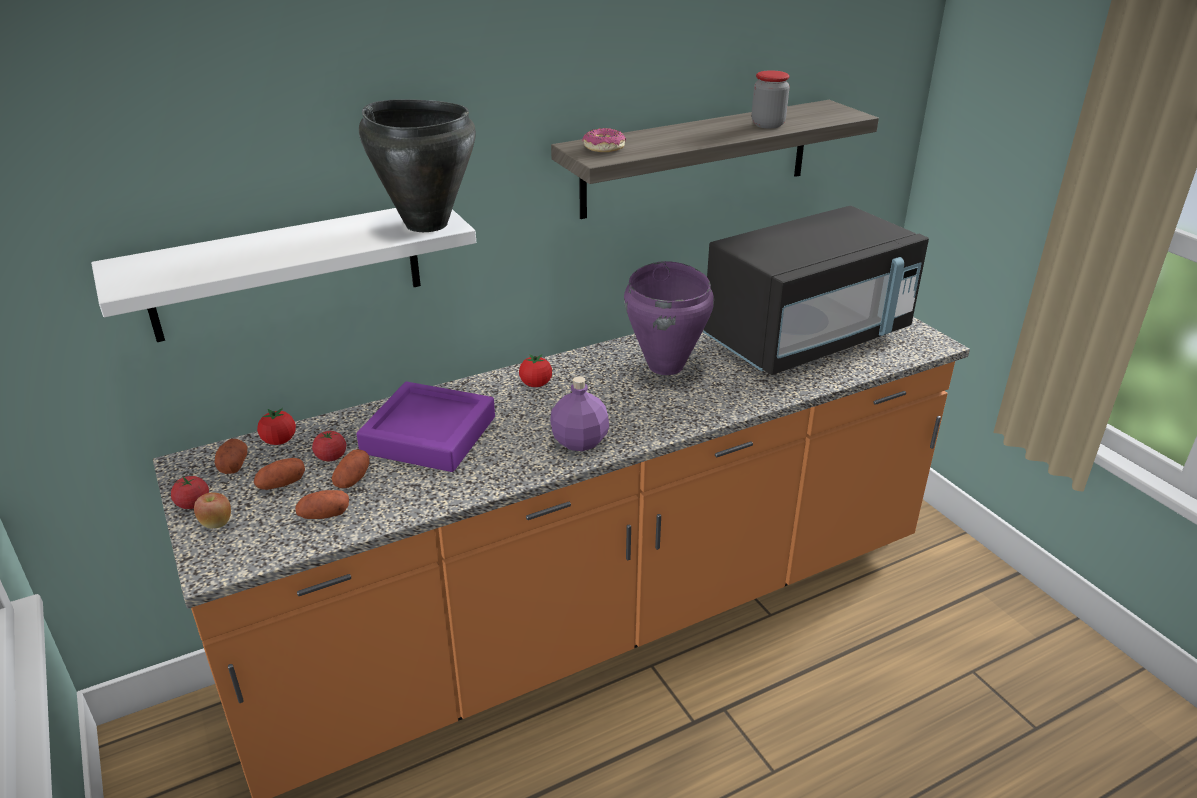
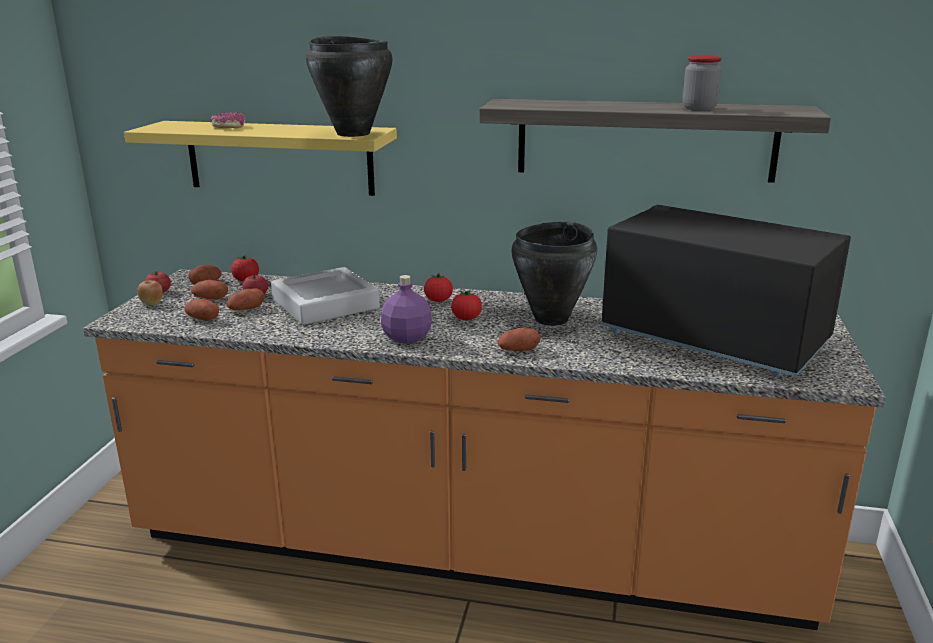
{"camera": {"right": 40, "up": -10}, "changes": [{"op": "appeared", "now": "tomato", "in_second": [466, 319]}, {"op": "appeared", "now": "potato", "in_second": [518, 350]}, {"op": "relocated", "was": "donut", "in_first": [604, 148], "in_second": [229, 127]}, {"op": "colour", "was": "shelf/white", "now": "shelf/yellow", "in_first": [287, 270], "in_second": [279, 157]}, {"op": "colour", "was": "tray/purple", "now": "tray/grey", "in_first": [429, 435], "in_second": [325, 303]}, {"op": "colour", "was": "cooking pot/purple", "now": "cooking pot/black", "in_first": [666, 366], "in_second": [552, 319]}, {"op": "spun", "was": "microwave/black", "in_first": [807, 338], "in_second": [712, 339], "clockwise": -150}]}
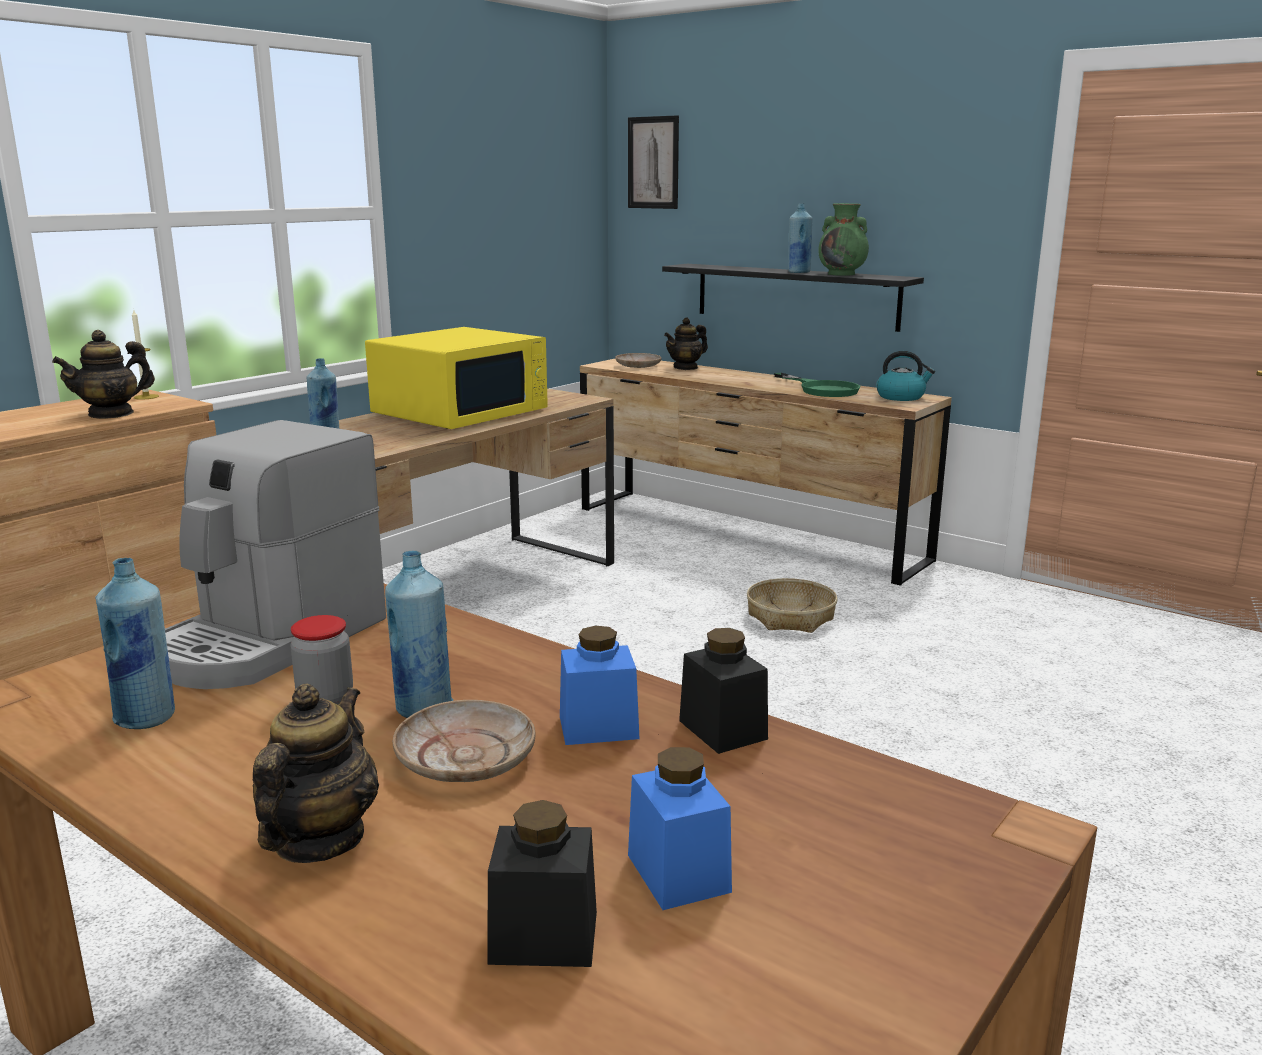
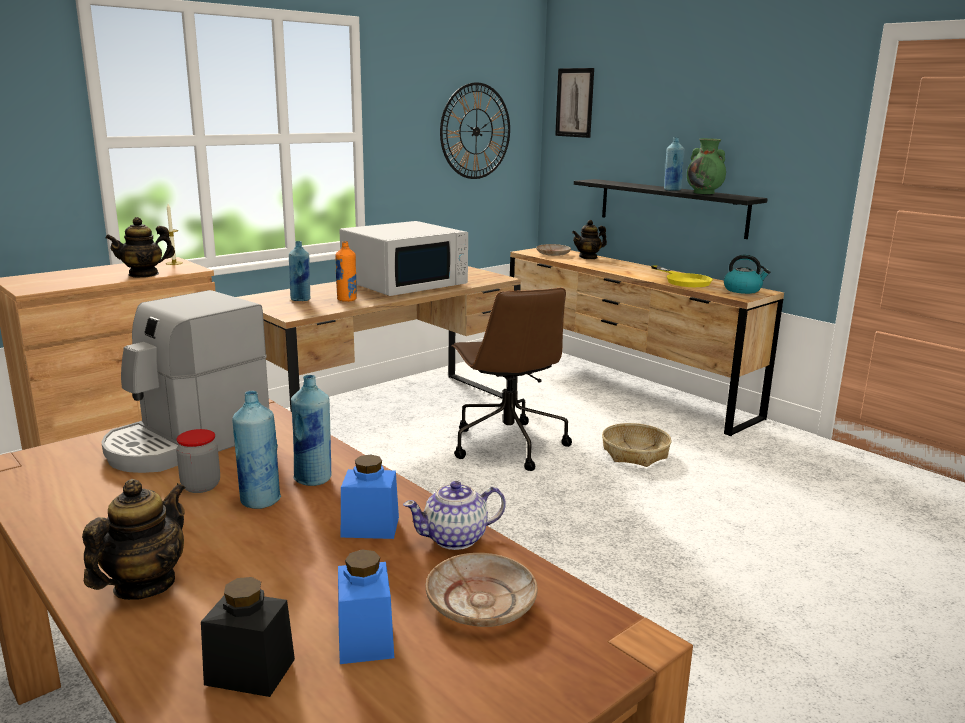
{"camera": {"right": 10, "up": 0}, "changes": [{"op": "appeared", "now": "bottle/orange", "in_second": [347, 299]}, {"op": "appeared", "now": "wall clock", "in_second": [476, 131]}, {"op": "appeared", "now": "office chair/brown", "in_second": [507, 444]}, {"op": "relocated", "was": "bottle/blue", "in_first": [146, 718], "in_second": [313, 479]}, {"op": "relocated", "was": "plate/beige", "in_first": [466, 758], "in_second": [481, 603]}, {"op": "exchanged", "was": "jar/black", "now": "teapot", "in_first": [722, 730], "in_second": [456, 538]}, {"op": "colour", "was": "microwave/yellow", "now": "microwave/white", "in_first": [461, 412], "in_second": [405, 283]}, {"op": "colour", "was": "frying pan/green", "now": "frying pan/yellow", "in_first": [822, 389], "in_second": [683, 280]}]}
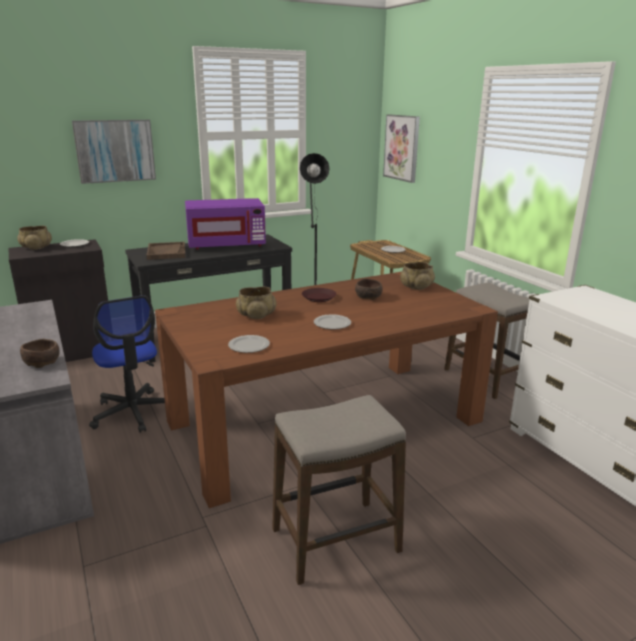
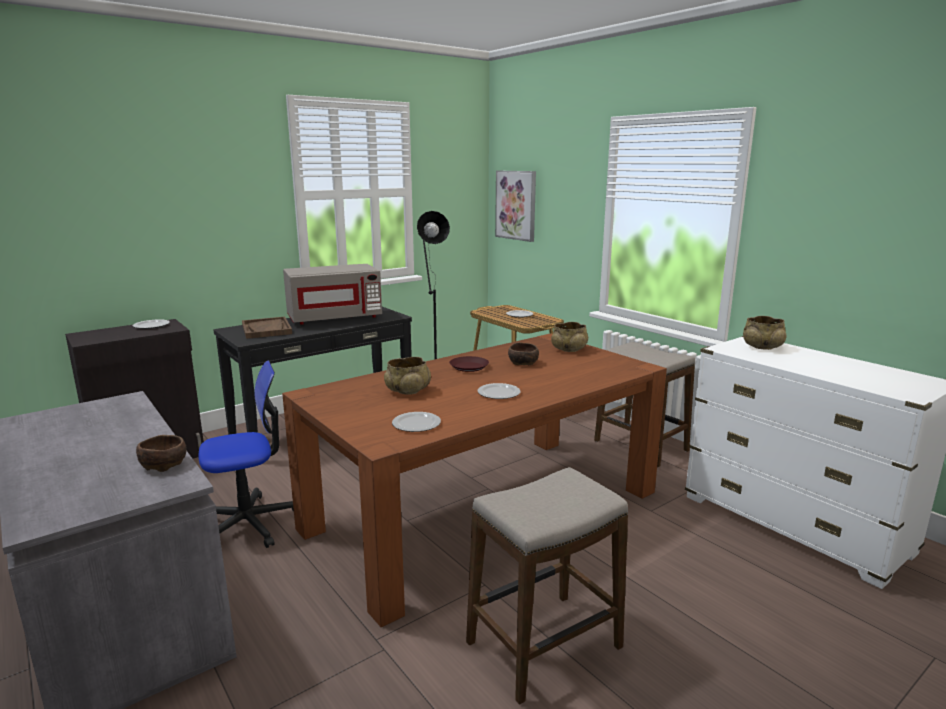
{"camera": {"right": -10, "up": -5}, "changes": [{"op": "missing", "was": "picture", "in_first": [115, 151]}, {"op": "relocated", "was": "bowl/beige", "in_first": [36, 248], "in_second": [761, 347]}, {"op": "colour", "was": "microwave/purple", "now": "microwave/grey", "in_first": [226, 245], "in_second": [335, 318]}, {"op": "spun", "was": "office chair", "in_first": [133, 412], "in_second": [250, 523], "clockwise": -75}]}
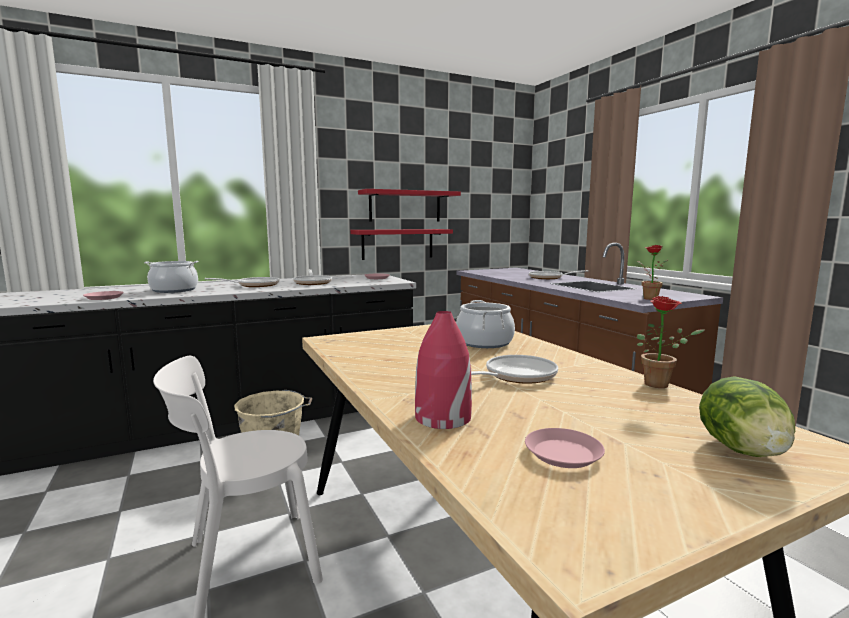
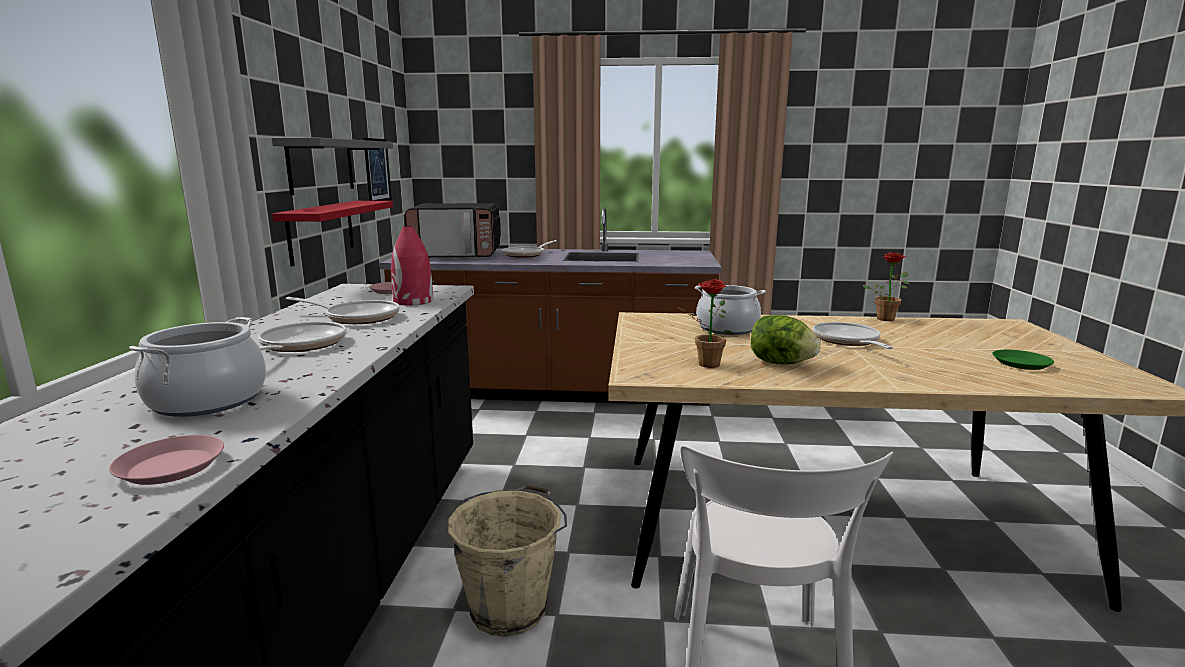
{"camera": {"right": -60, "up": 5}, "changes": [{"op": "appeared", "now": "picture", "in_second": [377, 170]}, {"op": "appeared", "now": "microwave", "in_second": [457, 254]}, {"op": "relocated", "was": "vase/red", "in_first": [442, 417], "in_second": [413, 301]}, {"op": "relocated", "was": "potted plant", "in_first": [647, 298], "in_second": [704, 364]}, {"op": "relocated", "was": "lettuce", "in_first": [742, 450], "in_second": [780, 363]}, {"op": "colour", "was": "shelf/red", "now": "shelf/grey", "in_first": [405, 206], "in_second": [321, 166]}, {"op": "colour", "was": "plate/pink", "now": "plate/green", "in_first": [563, 454], "in_second": [1021, 363]}]}
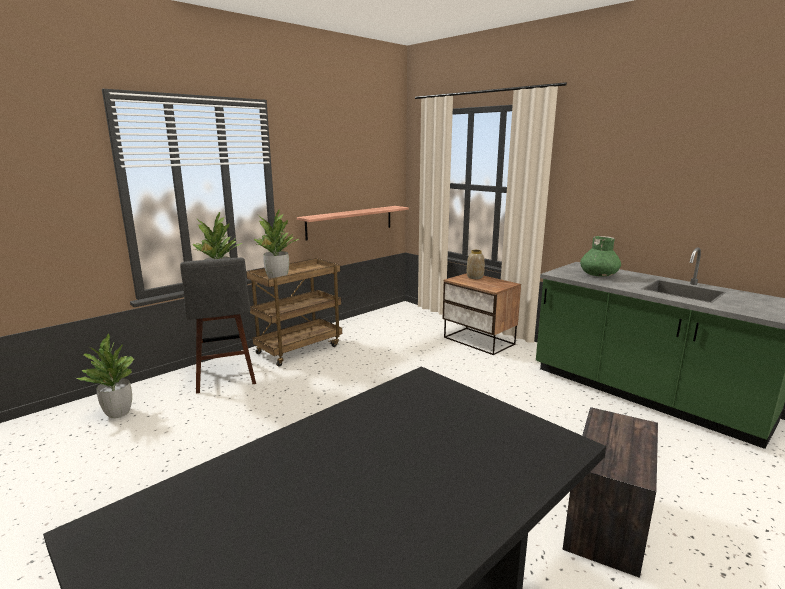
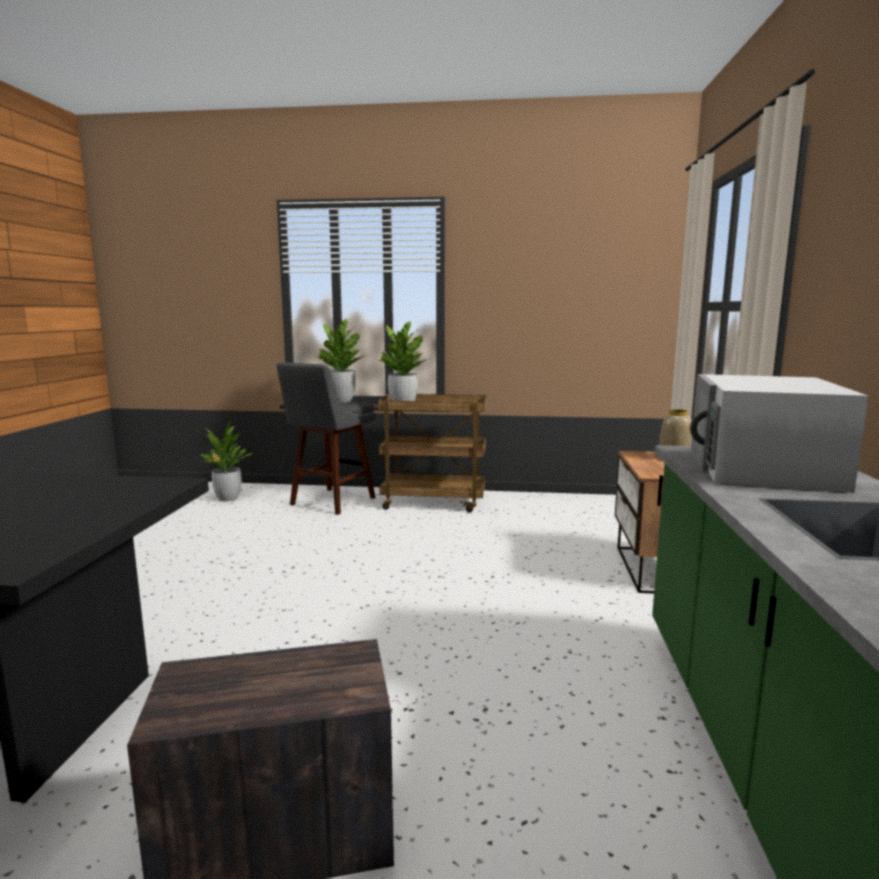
{"camera": {"right": 50, "up": -5}, "changes": [{"op": "missing", "was": "shelf", "in_first": [350, 222]}, {"op": "exchanged", "was": "vase/green", "now": "microwave/white", "in_first": [599, 275], "in_second": [762, 468]}]}
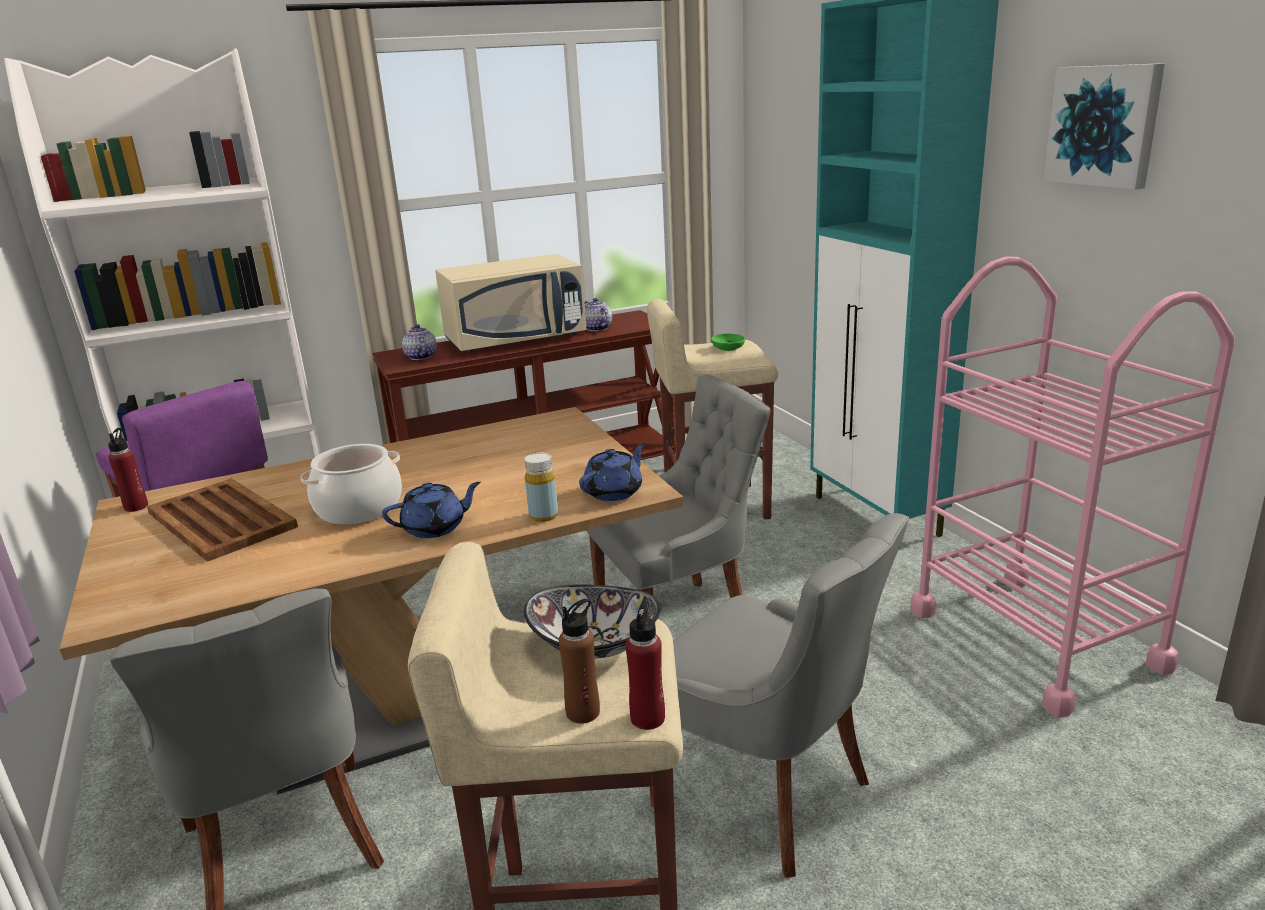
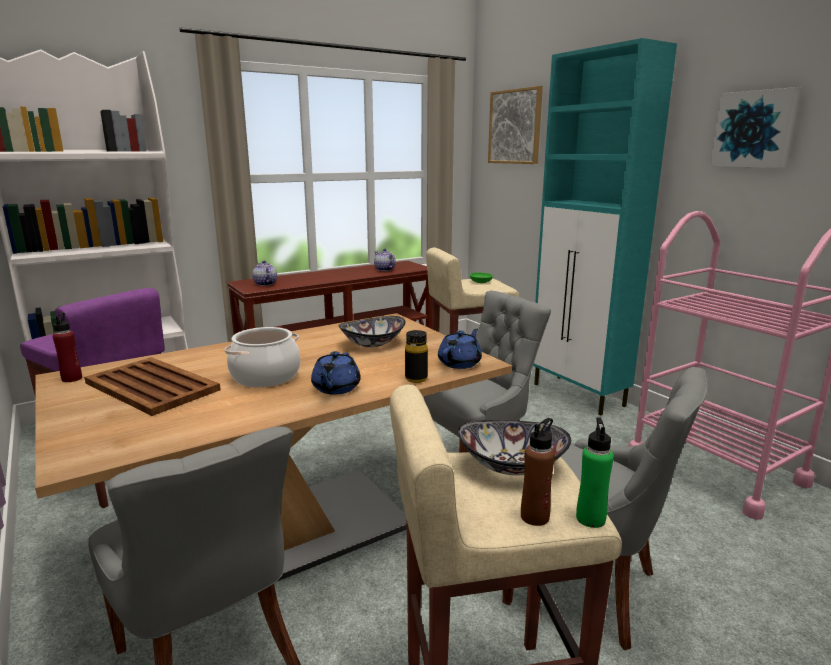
{"camera": {"right": -10, "up": -5}, "changes": [{"op": "missing", "was": "microwave/beige", "in_first": [516, 340]}, {"op": "appeared", "now": "bowl", "in_second": [372, 343]}, {"op": "appeared", "now": "picture", "in_second": [515, 127]}, {"op": "colour", "was": "bottle/yellow", "now": "bottle/black", "in_first": [543, 516], "in_second": [416, 379]}, {"op": "colour", "was": "bottle/red", "now": "bottle/green", "in_first": [647, 718], "in_second": [590, 518]}, {"op": "spun", "was": "teapot/blue", "in_first": [435, 528], "in_second": [335, 388], "clockwise": 135}]}
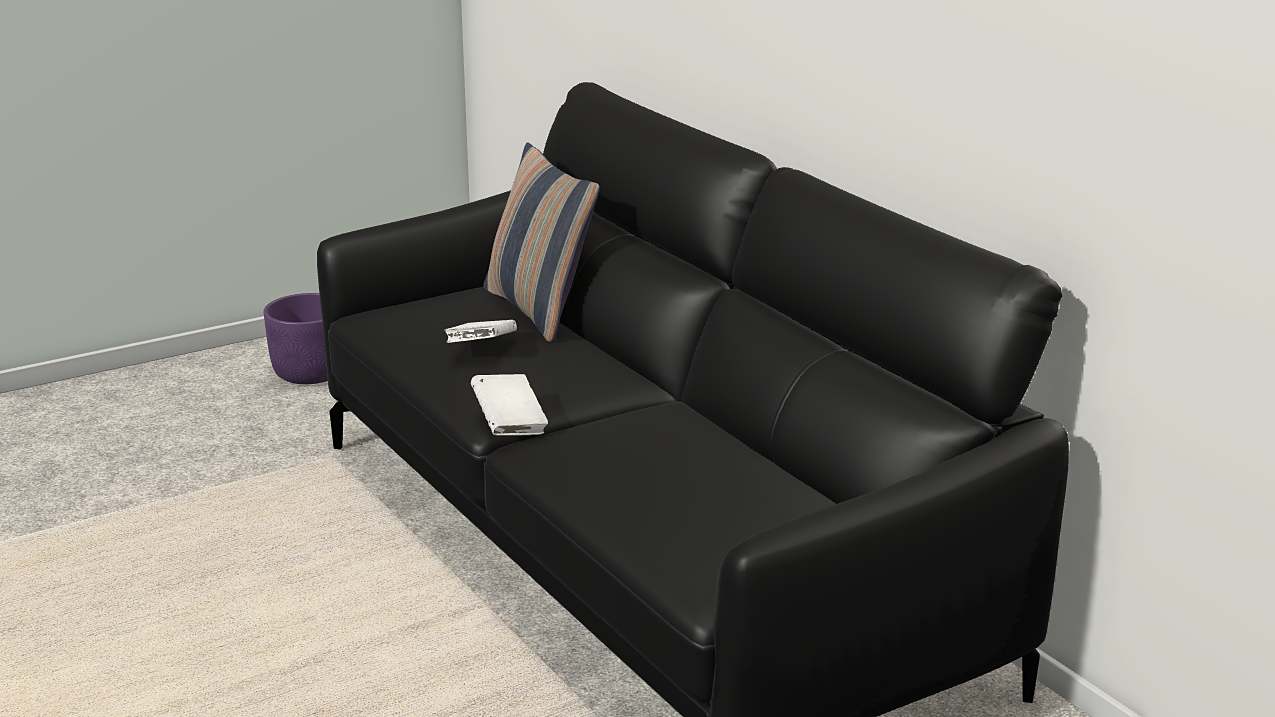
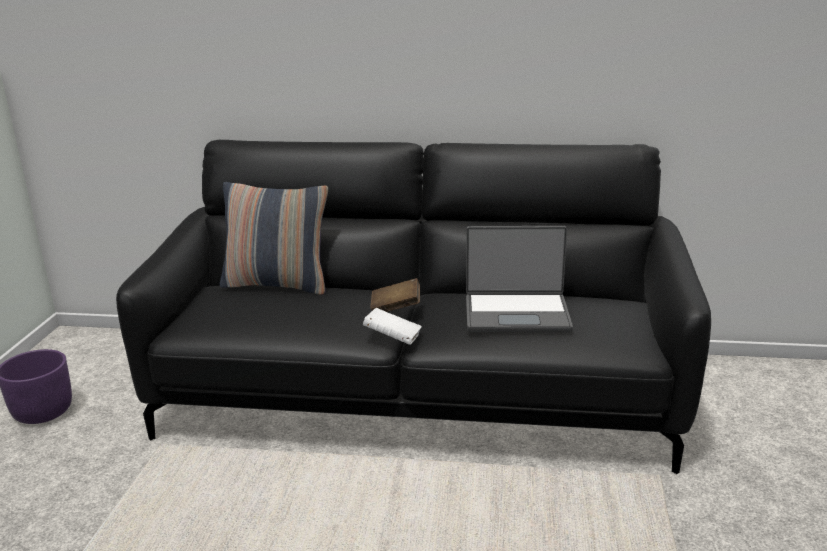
{"camera": {"right": -50, "up": 0}, "changes": [{"op": "missing", "was": "book/white", "in_first": [481, 349]}, {"op": "appeared", "now": "book/brown", "in_second": [395, 308]}, {"op": "appeared", "now": "laptop", "in_second": [516, 314]}]}
